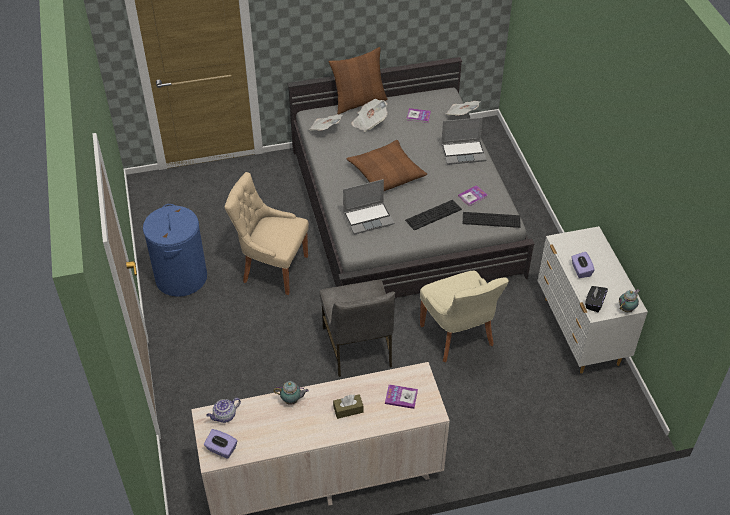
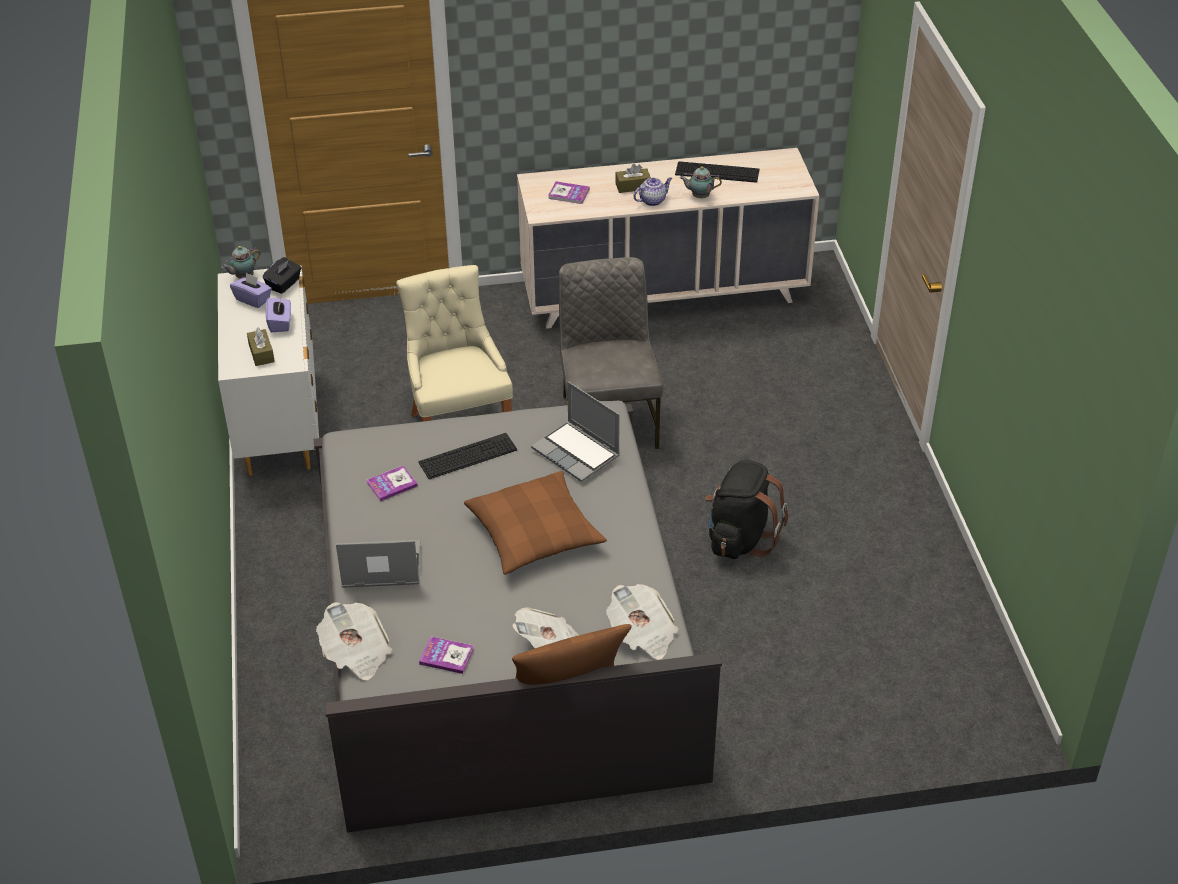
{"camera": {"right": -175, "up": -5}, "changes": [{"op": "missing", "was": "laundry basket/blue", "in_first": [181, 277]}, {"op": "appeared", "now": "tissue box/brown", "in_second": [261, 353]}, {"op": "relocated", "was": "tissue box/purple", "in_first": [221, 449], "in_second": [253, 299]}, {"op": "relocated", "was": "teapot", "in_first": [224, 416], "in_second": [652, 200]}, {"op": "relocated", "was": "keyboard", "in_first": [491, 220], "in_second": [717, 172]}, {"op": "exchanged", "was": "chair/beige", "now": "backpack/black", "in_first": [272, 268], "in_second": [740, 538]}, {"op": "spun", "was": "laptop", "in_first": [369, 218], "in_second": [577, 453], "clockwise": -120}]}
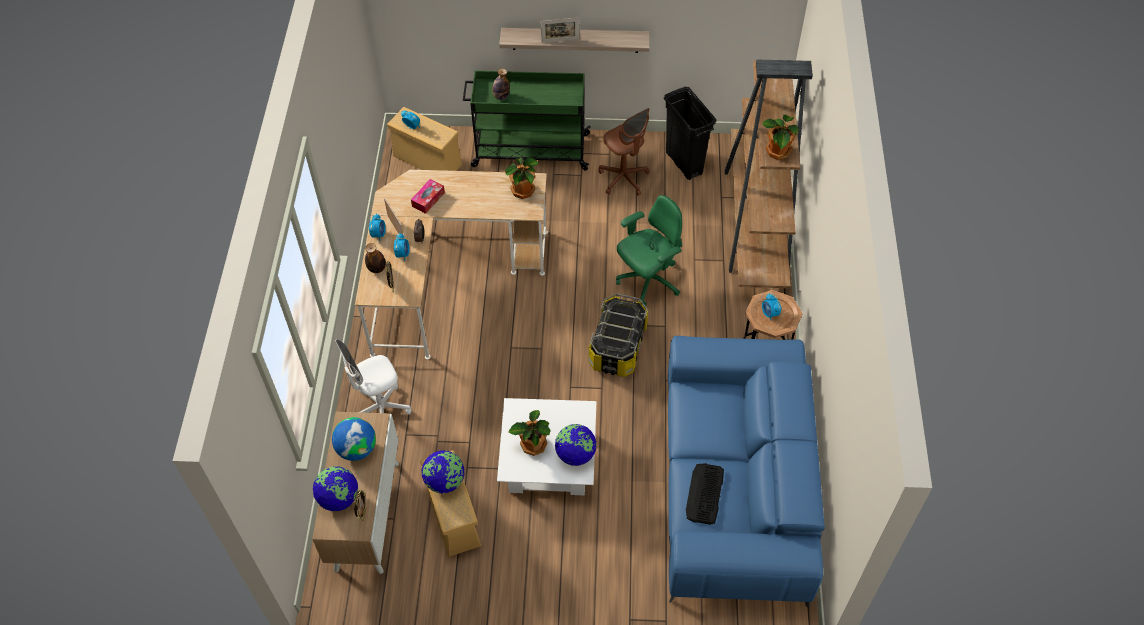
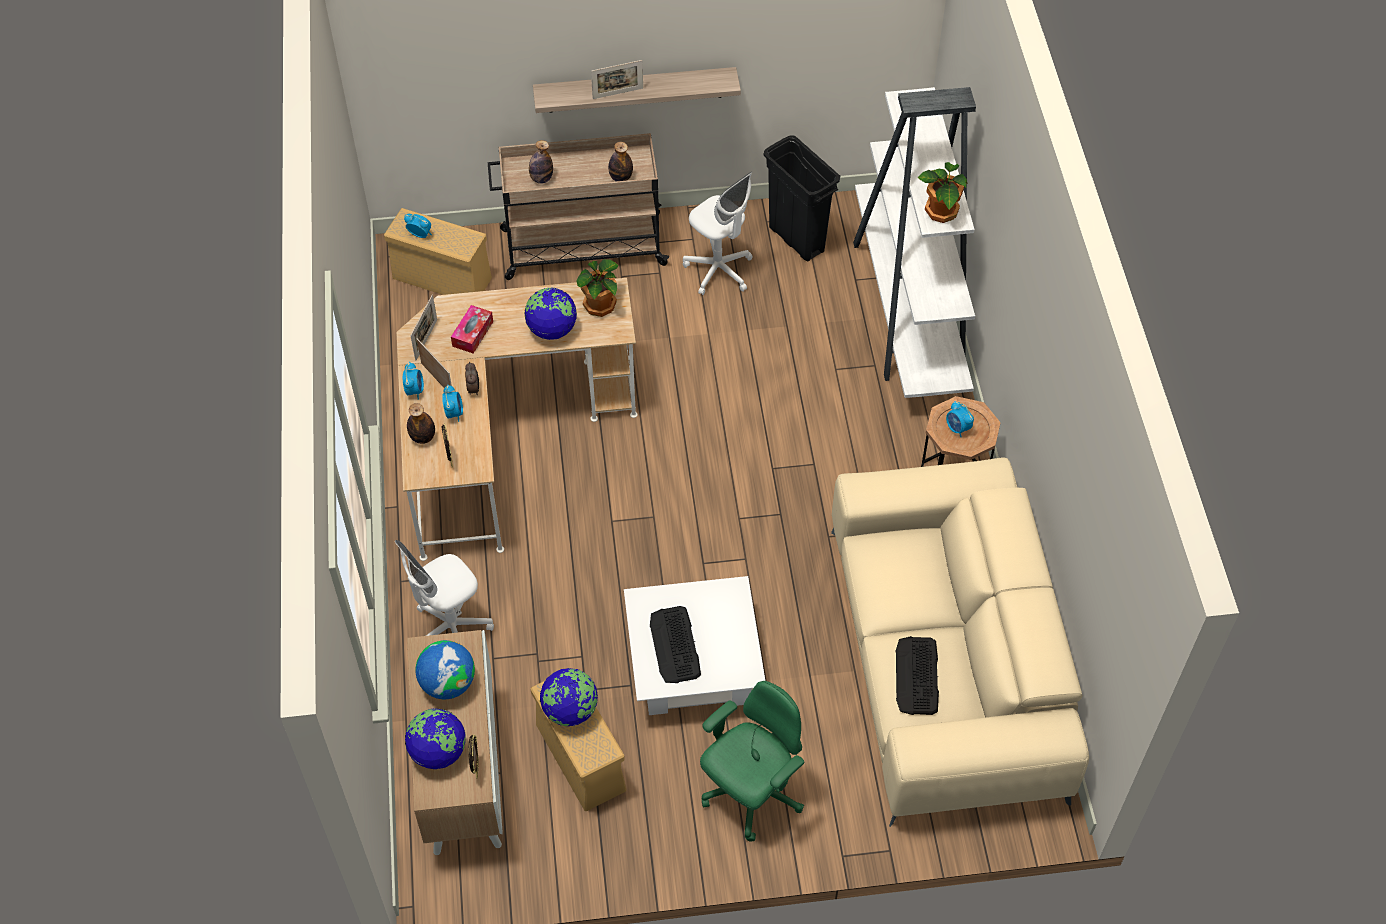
{"camera": {"right": -10, "up": 0}, "changes": [{"op": "missing", "was": "storage box", "in_first": [618, 347]}, {"op": "appeared", "now": "picture frame", "in_second": [426, 340]}, {"op": "appeared", "now": "bottle", "in_second": [620, 177]}, {"op": "relocated", "was": "globe", "in_first": [575, 454], "in_second": [552, 330]}, {"op": "relocated", "was": "office chair/green", "in_first": [648, 281], "in_second": [751, 793]}, {"op": "exchanged", "was": "potted plant", "now": "keyboard", "in_first": [532, 444], "in_second": [675, 645]}, {"op": "colour", "was": "cart/green", "now": "cart/beige", "in_first": [529, 150], "in_second": [581, 247]}, {"op": "colour", "was": "office chair/brown", "now": "office chair/white", "in_first": [623, 178], "in_second": [719, 270]}, {"op": "colour", "was": "sofa/blue", "now": "sofa/beige", "in_first": [734, 486], "in_second": [946, 663]}, {"op": "colour", "was": "bookcase/brown", "now": "bookcase/white", "in_first": [756, 223], "in_second": [909, 309]}]}
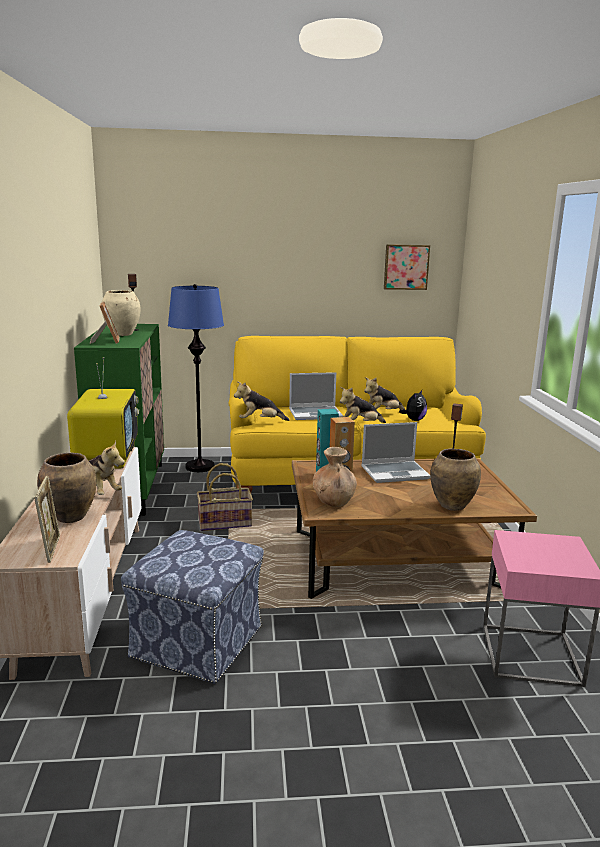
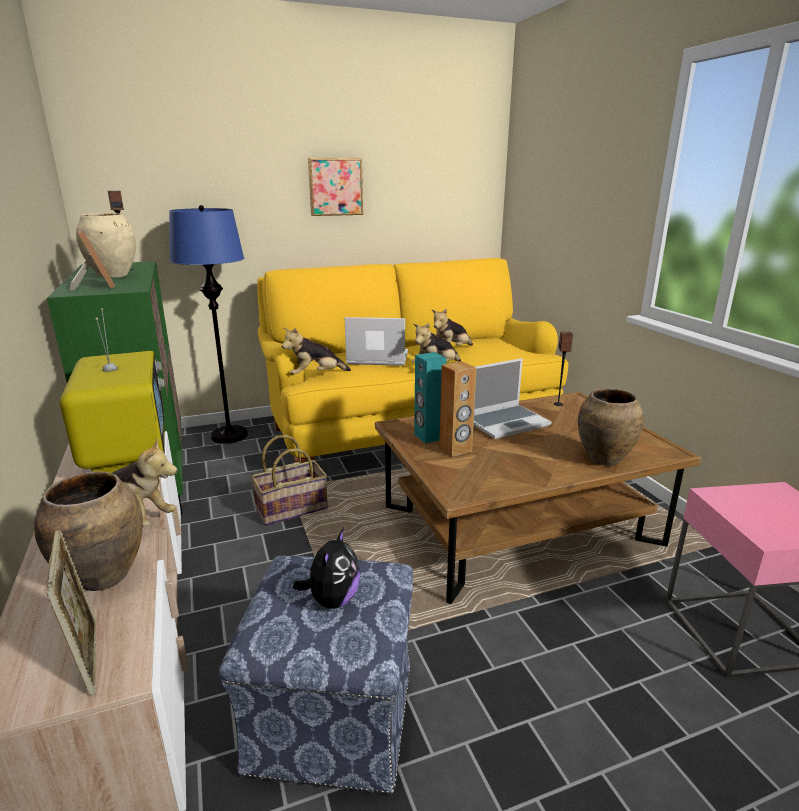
{"camera": {"right": -15, "up": 5}, "changes": [{"op": "missing", "was": "vase/brown", "in_first": [334, 501]}, {"op": "relocated", "was": "picture", "in_first": [406, 267], "in_second": [335, 187]}, {"op": "relocated", "was": "plush toy", "in_first": [414, 420], "in_second": [332, 600]}, {"op": "spun", "was": "laptop", "in_first": [316, 414], "in_second": [376, 359], "clockwise": -150}]}
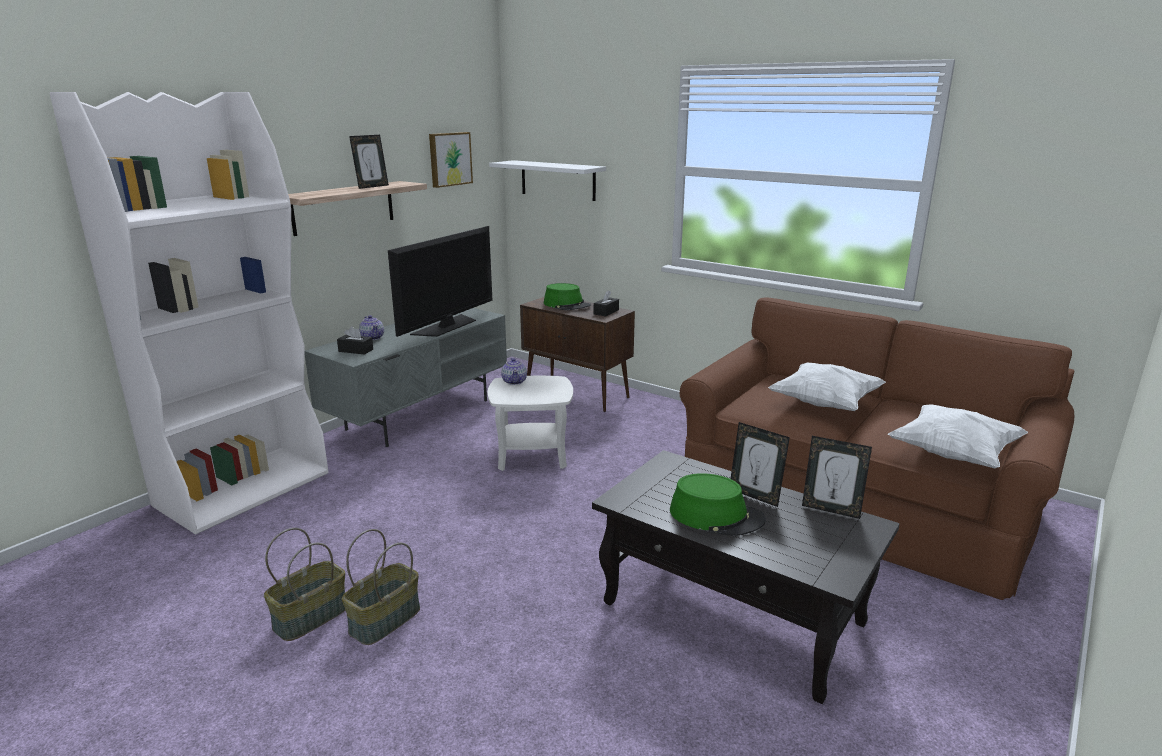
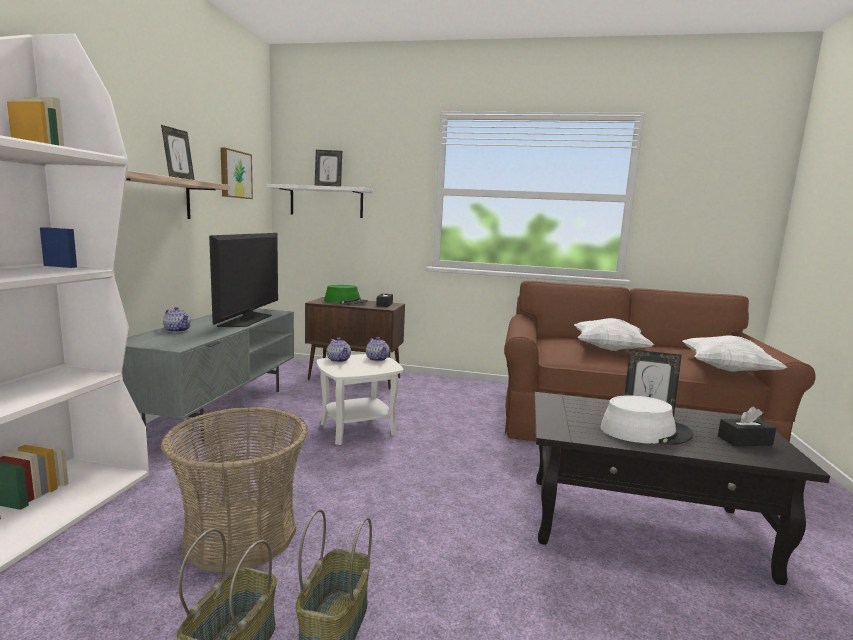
{"camera": {"right": -25, "up": -10}, "changes": [{"op": "appeared", "now": "basket", "in_second": [240, 535]}, {"op": "appeared", "now": "teapot", "in_second": [377, 359]}, {"op": "relocated", "was": "tissue box/black", "in_first": [356, 350], "in_second": [744, 440]}, {"op": "relocated", "was": "picture frame", "in_first": [831, 510], "in_second": [328, 187]}, {"op": "colour", "was": "hat/green", "now": "hat/white", "in_first": [716, 516], "in_second": [645, 431]}]}
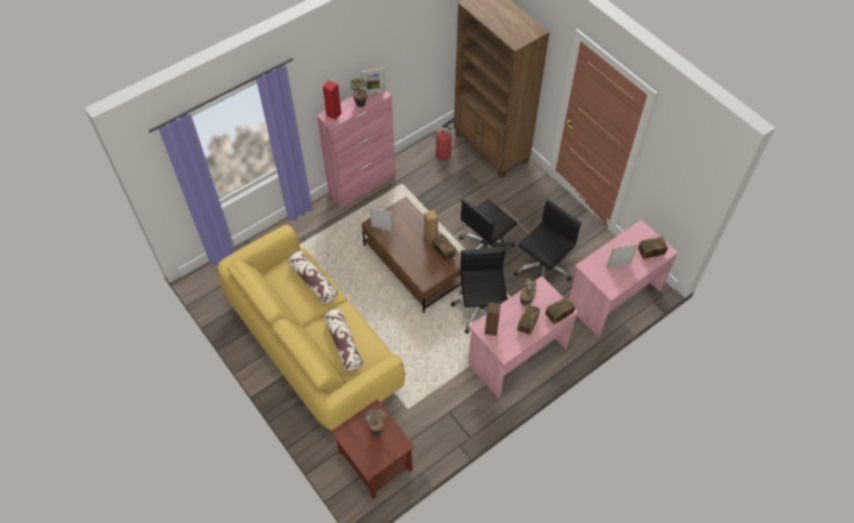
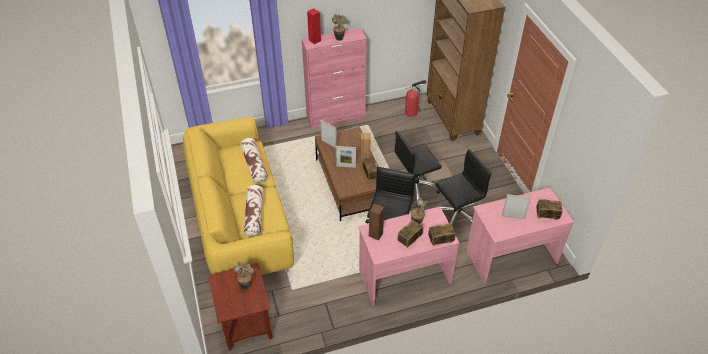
{"camera": {"right": 20, "up": -10}, "changes": [{"op": "relocated", "was": "picture frame", "in_first": [373, 93], "in_second": [346, 166]}]}
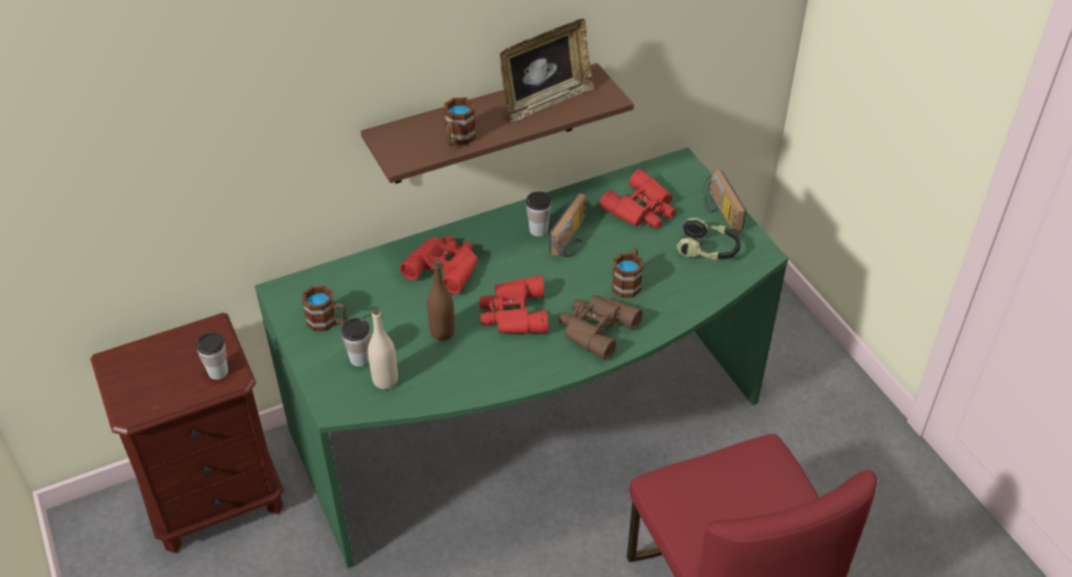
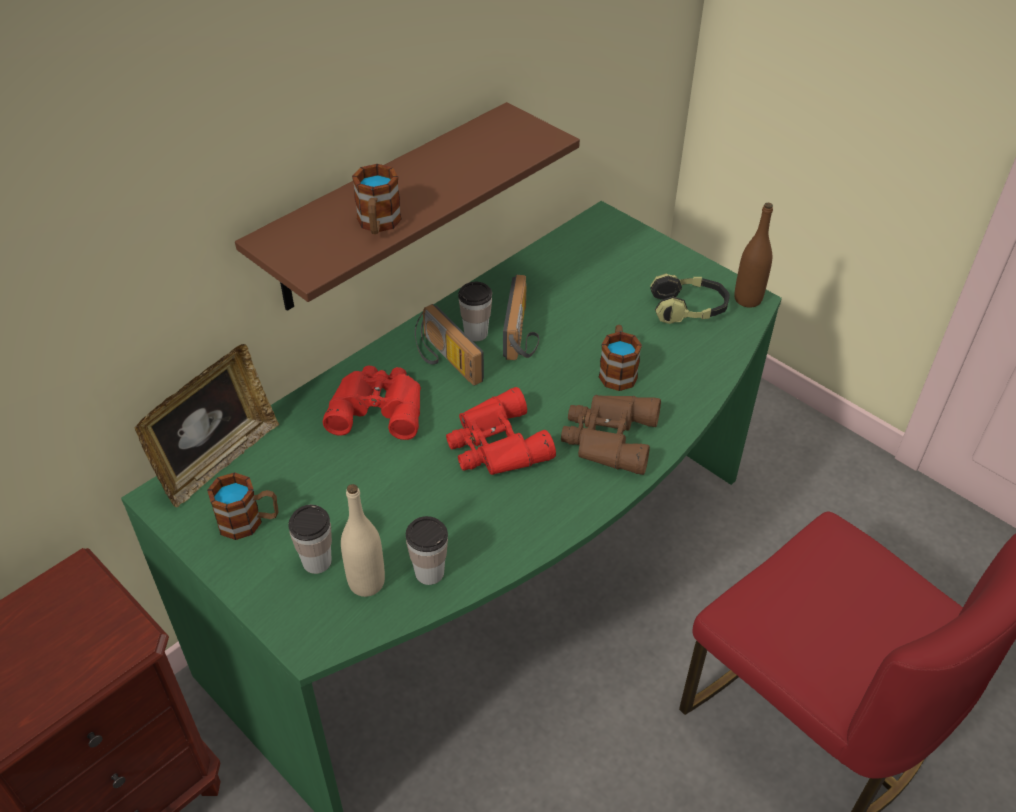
{"camera": {"right": -20, "up": 0}, "changes": [{"op": "missing", "was": "binoculars/red", "in_first": [642, 209]}, {"op": "relocated", "was": "cup", "in_first": [218, 372], "in_second": [429, 572]}, {"op": "relocated", "was": "bottle/brown", "in_first": [442, 332], "in_second": [747, 299]}, {"op": "relocated", "was": "picture frame", "in_first": [545, 101], "in_second": [218, 460]}, {"op": "relocated", "was": "radio", "in_first": [718, 212], "in_second": [444, 360]}]}
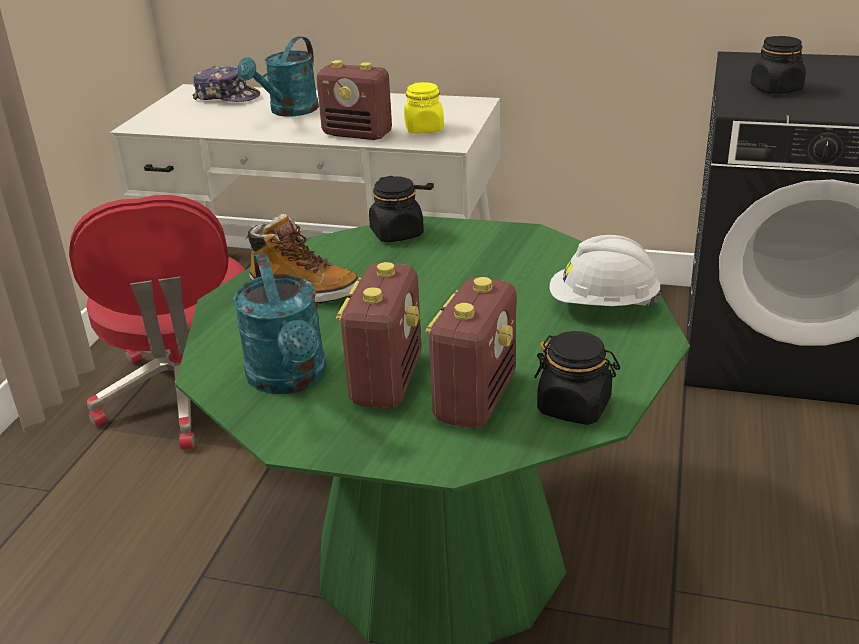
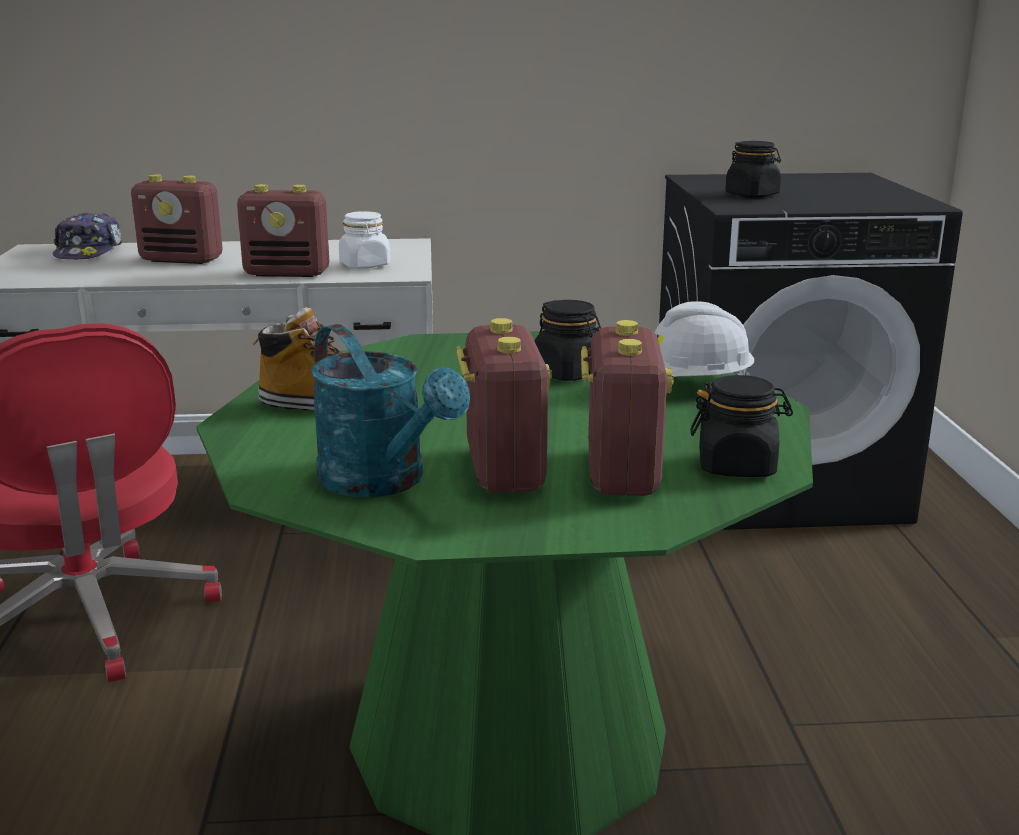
{"camera": {"right": -20, "up": -10}, "changes": [{"op": "relocated", "was": "jar/black", "in_first": [397, 233], "in_second": [568, 373]}, {"op": "exchanged", "was": "watering can/turquoise", "now": "radio", "in_first": [288, 111], "in_second": [182, 260]}, {"op": "colour", "was": "jar/yellow", "now": "jar/white", "in_first": [424, 129], "in_second": [365, 265]}, {"op": "spun", "was": "cap", "in_first": [227, 97], "in_second": [89, 252], "clockwise": 90}]}
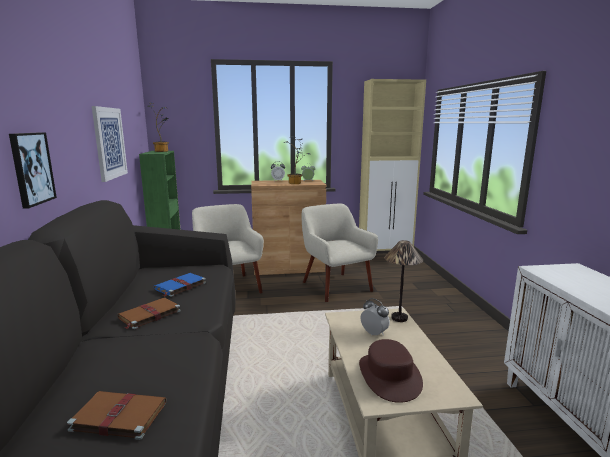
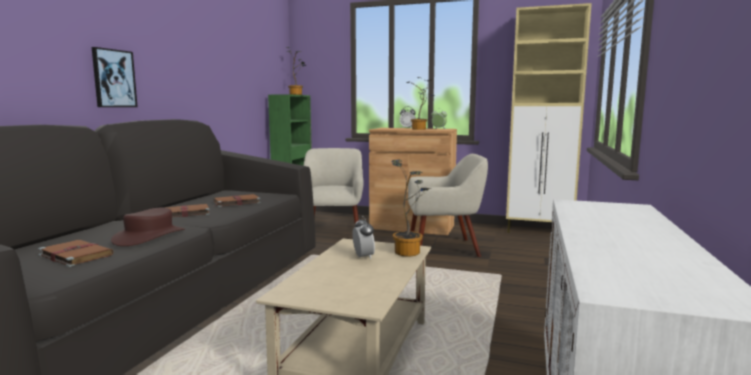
{"camera": {"right": 25, "up": -5}, "changes": [{"op": "missing", "was": "picture", "in_first": [109, 143]}, {"op": "relocated", "was": "hat/brown", "in_first": [389, 376], "in_second": [149, 236]}, {"op": "exchanged", "was": "table lamp", "now": "potted plant", "in_first": [399, 318], "in_second": [410, 251]}, {"op": "colour", "was": "book/blue", "now": "book/brown", "in_first": [179, 286], "in_second": [236, 202]}, {"op": "spun", "was": "armchair/beige", "in_first": [335, 286], "in_second": [444, 248], "clockwise": 90}]}
